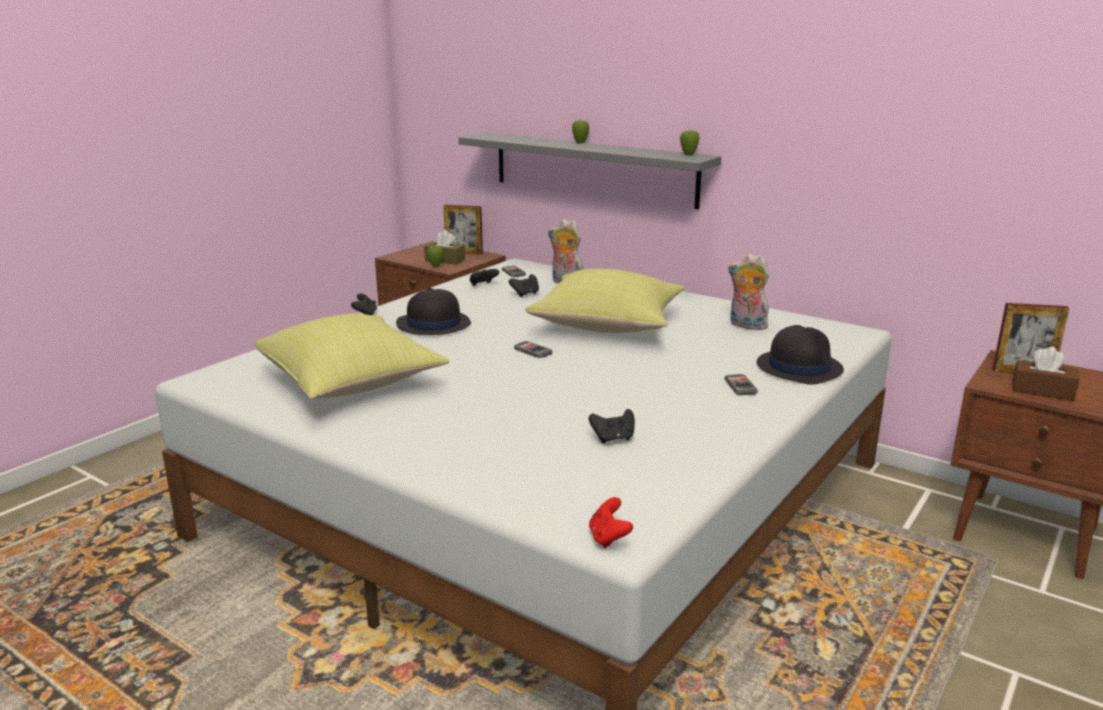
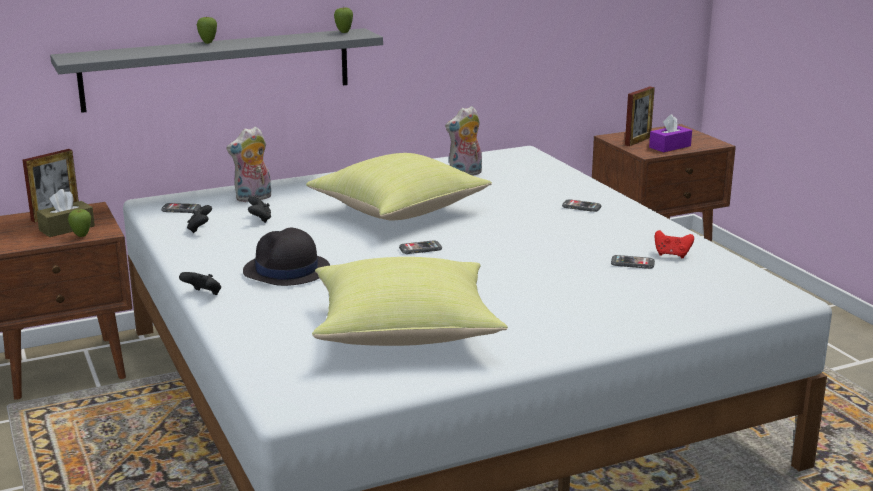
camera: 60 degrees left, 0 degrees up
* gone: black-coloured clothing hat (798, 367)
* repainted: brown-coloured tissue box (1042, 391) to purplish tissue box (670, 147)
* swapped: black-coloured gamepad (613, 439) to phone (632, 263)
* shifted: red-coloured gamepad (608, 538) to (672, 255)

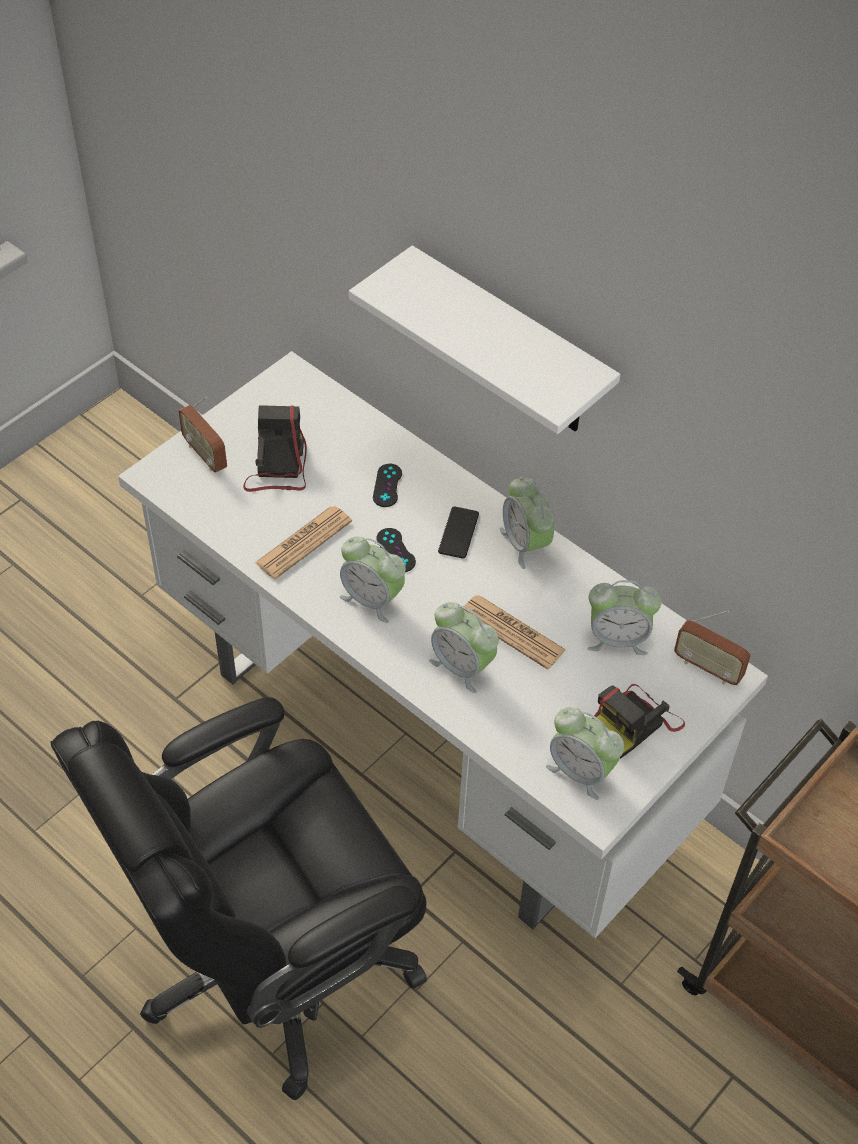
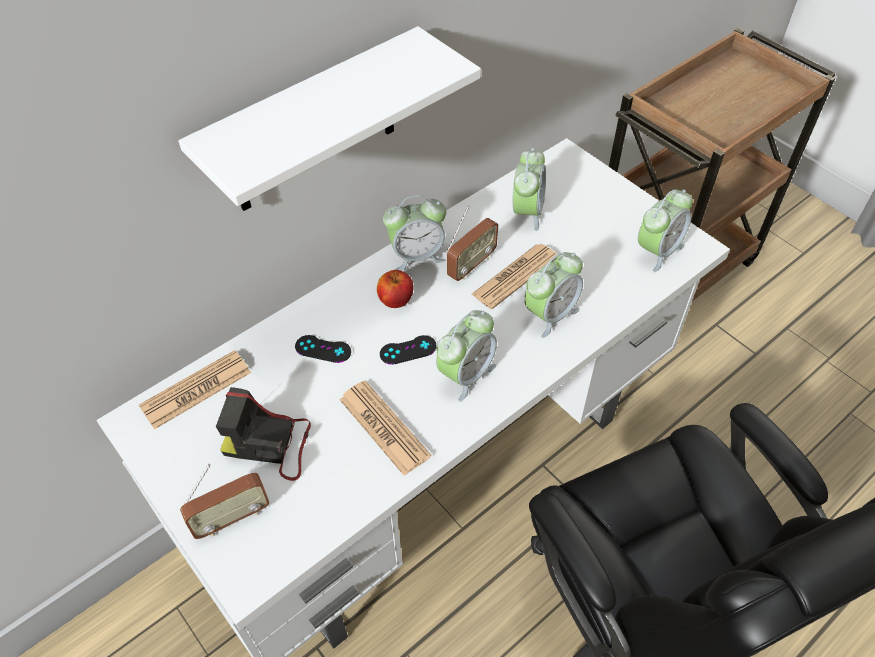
camera: 80 degrees left, 0 degrees up
* swapped: phone (458, 533) to whole apple (395, 300)
* shifted: radio receiver (707, 668) to (471, 265)
* gone: still camera (634, 723)
* new: newspaper (196, 390)

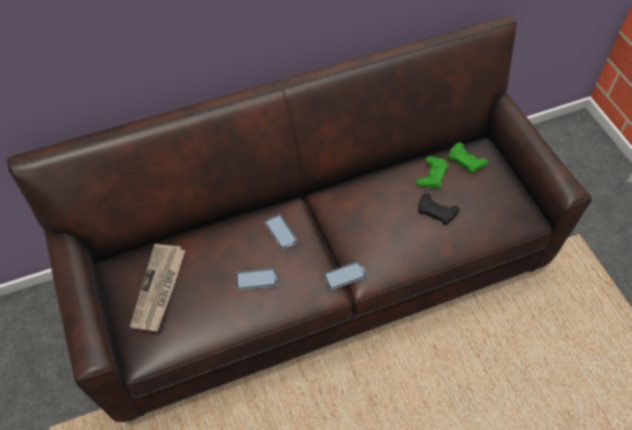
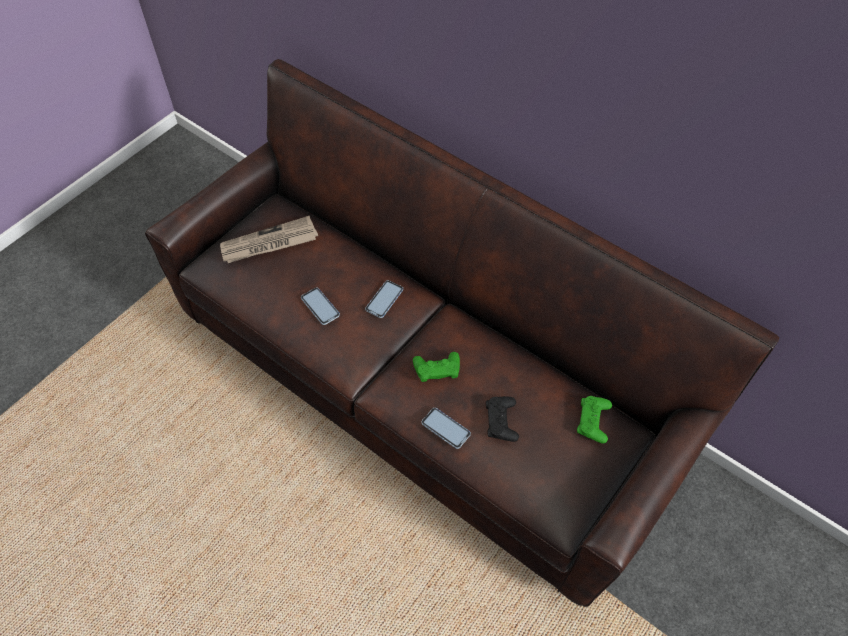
camera: 60 degrees right, 0 degrees up
* shifted: green-coloured gamepad (432, 176) to (437, 369)
* shifted: phone (344, 276) to (445, 428)

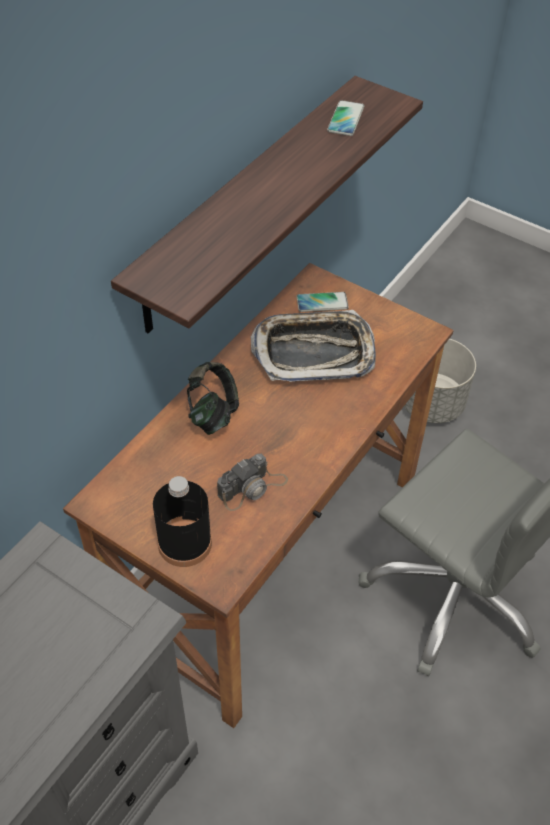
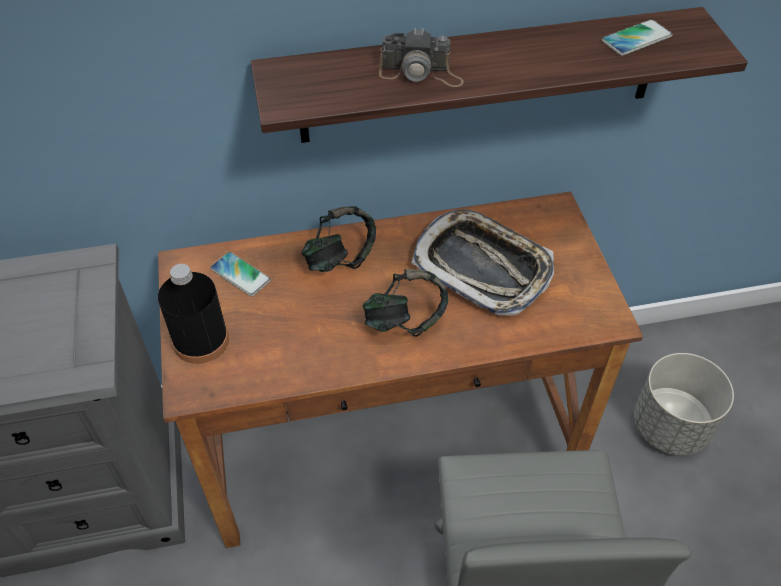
camera: 45 degrees right, 0 degrees up
* shifted: phone (322, 302) to (240, 274)
* shifted: still camera (252, 488) to (421, 73)
* new: headset (405, 321)

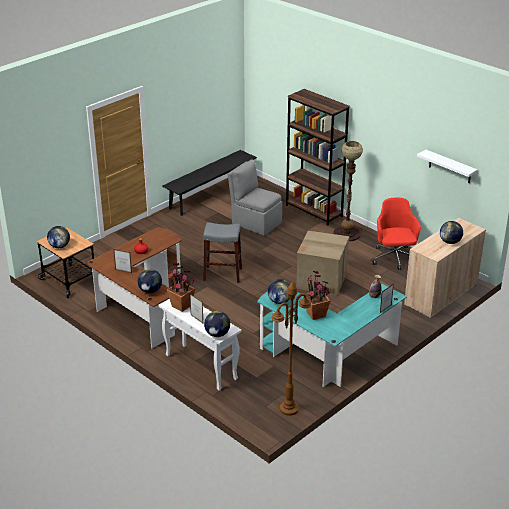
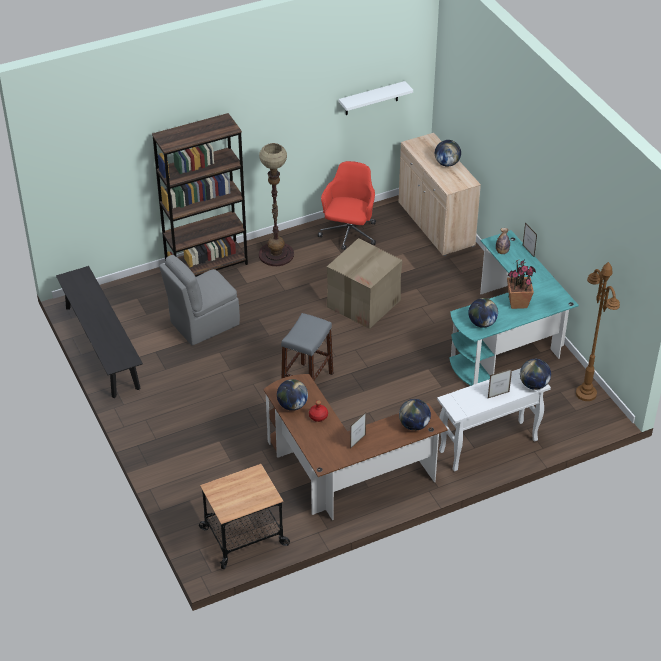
camera: 70 degrees left, 10 degrees up
* rotated: red-coloured desk chair (394, 258) = (349, 234) 90 degrees clockwise
* shifted: desk globe (59, 246) to (292, 405)
* gone: houseplant (182, 306)

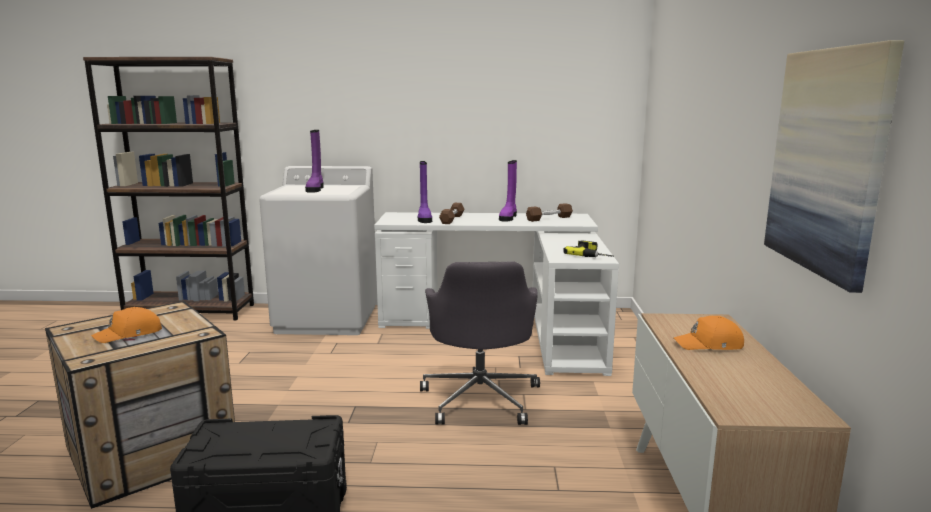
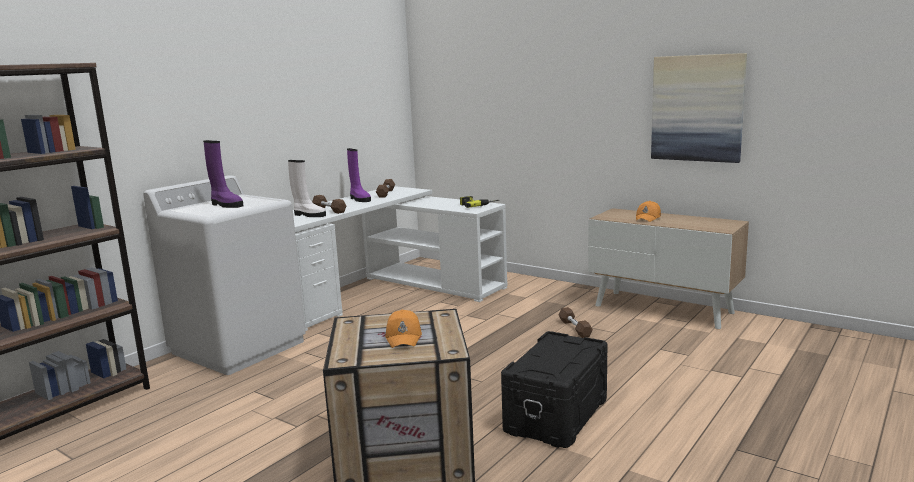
camera: 55 degrees left, 0 degrees up
* repainted: purplish boot (424, 219) to white boot (308, 215)
* gone: grey desk chair (481, 398)
* new: brown-coloured free weight (575, 328)

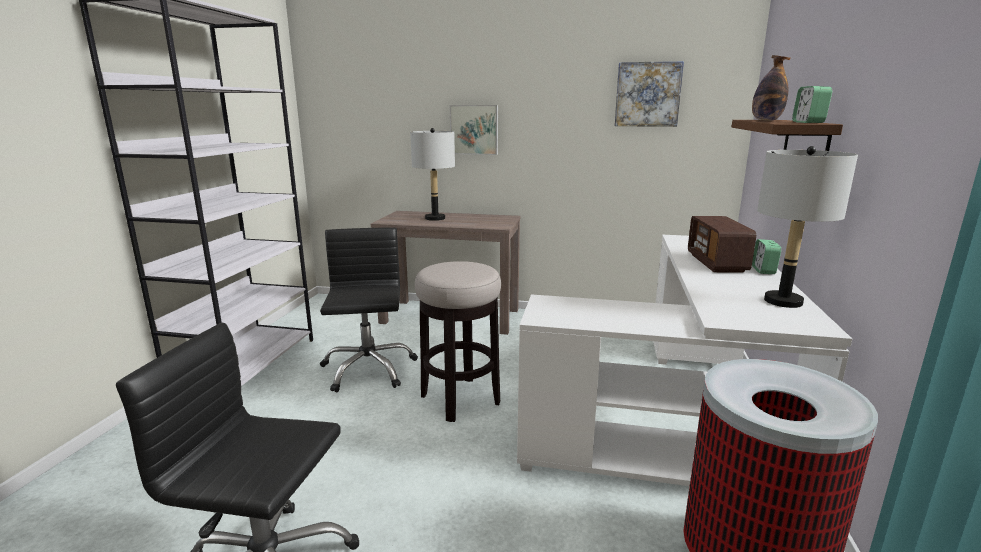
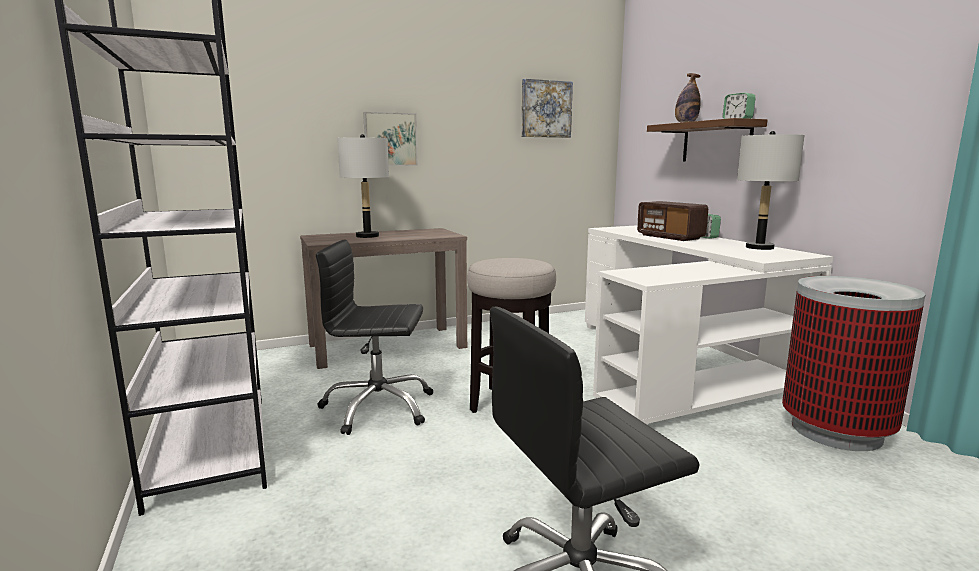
camera: 35 degrees left, 5 degrees down
* rotated: black-coloured desk chair (368, 369) = (378, 408) 45 degrees counterclockwise

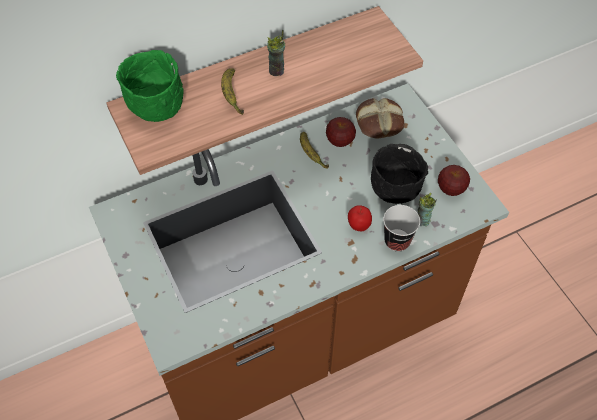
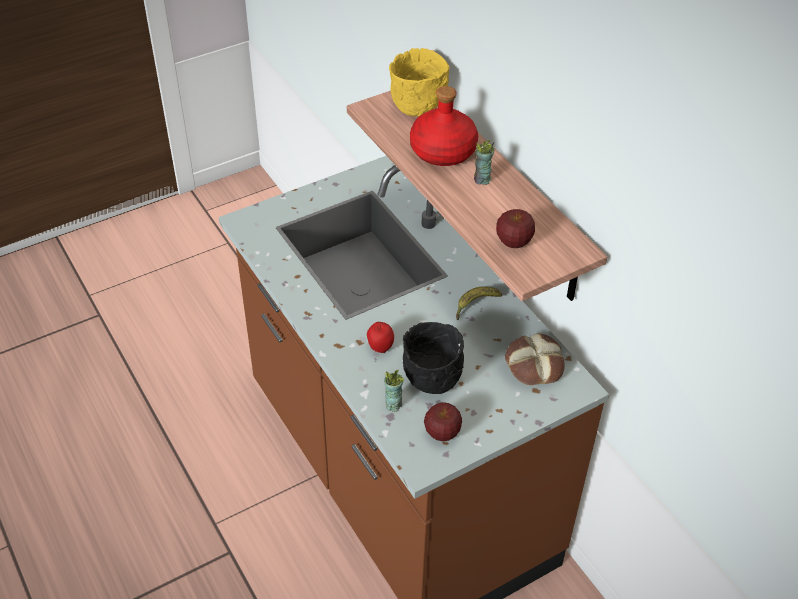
camera: 85 degrees right, 10 degrees down
* repainted: green-coloured serving bowl (157, 108) to yellow-coloured serving bowl (419, 108)
* swapped: banana fruit (232, 95) to red-coloured drink bottle (442, 152)
* shifted: whole apple (340, 141) to (514, 242)
* gone: drinking cup (397, 241)

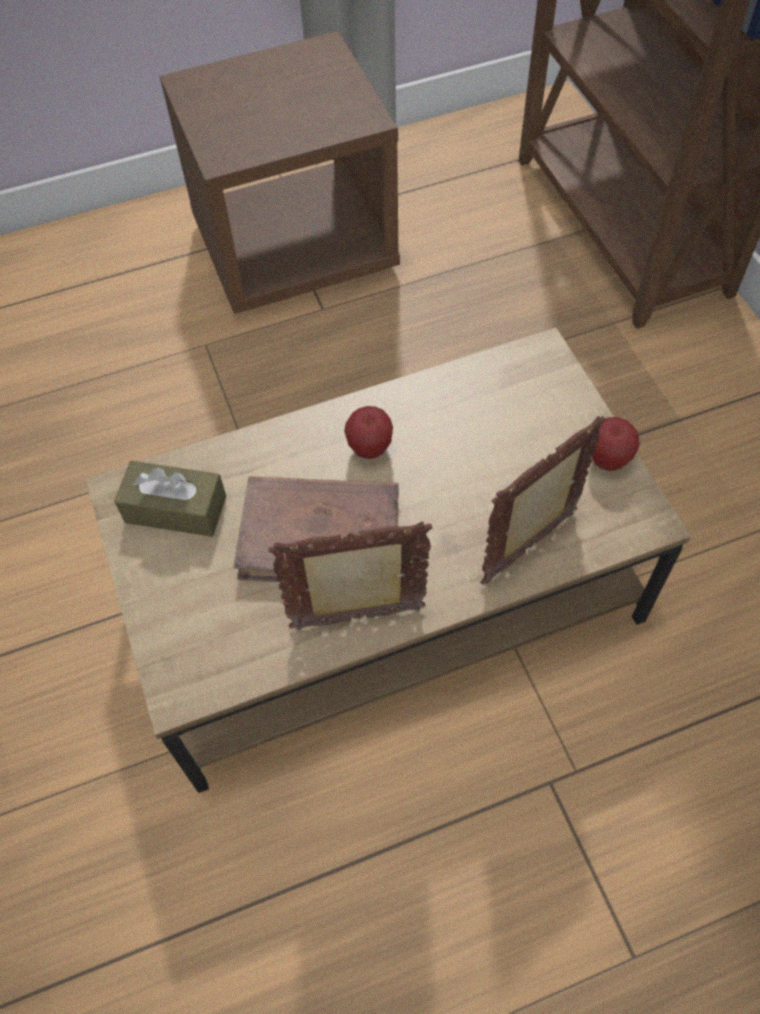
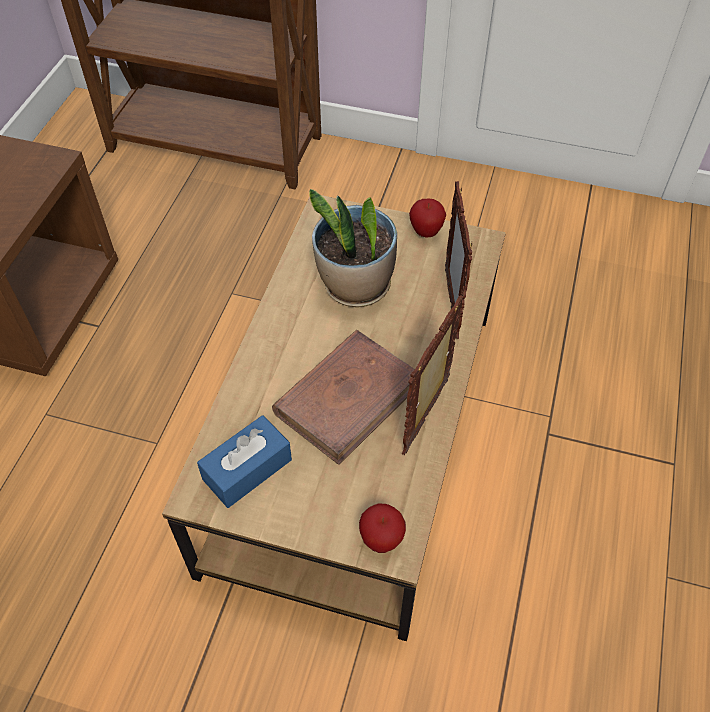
camera: 55 degrees left, 5 degrees down
* shifted: whole apple (370, 449) to (381, 540)
* repainted: brown-coloured tissue box (175, 509) to bluish tissue box (247, 469)
* new: houseplant (355, 286)

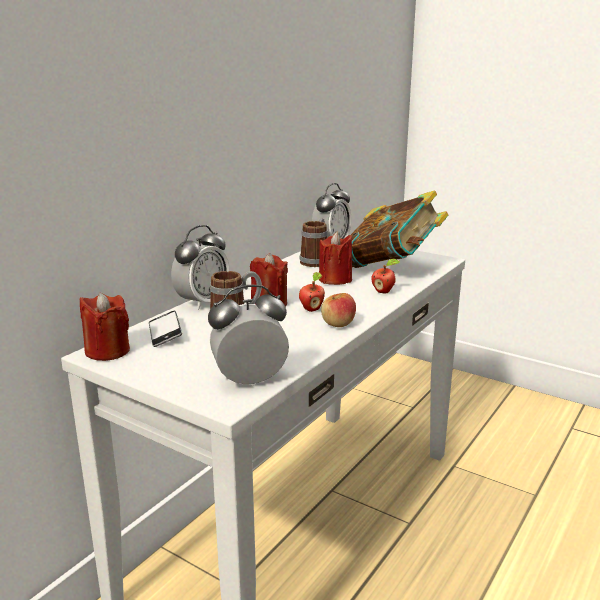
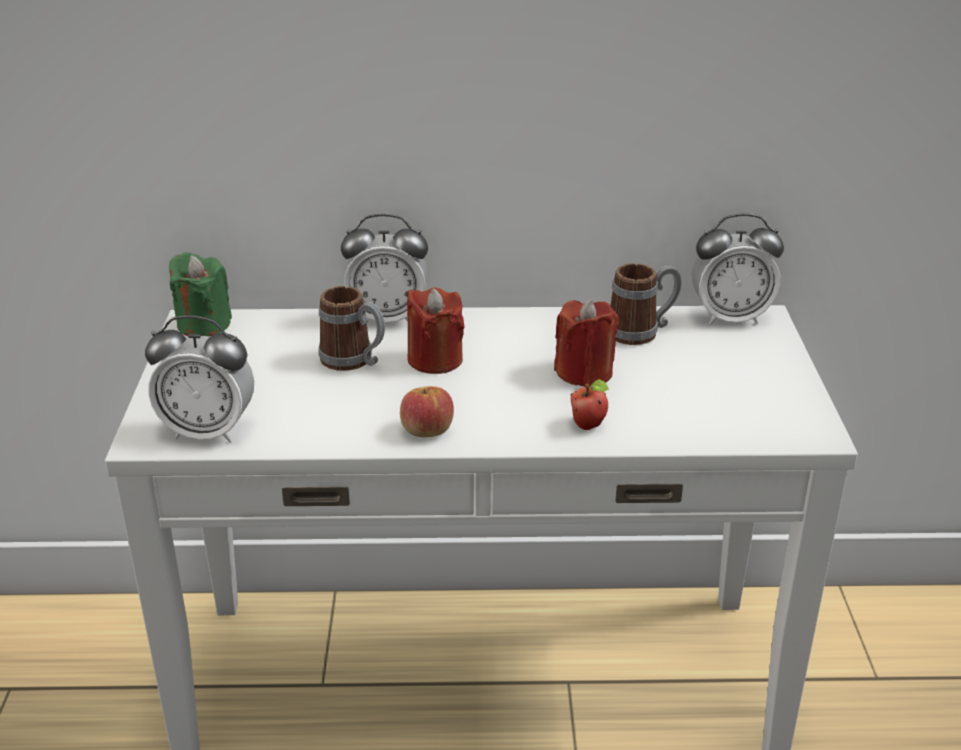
camera: 55 degrees right, 10 degrees up
* gone: book (391, 268)
* gone: whole apple (311, 309)
* rotated: bedside clock (250, 380) = (208, 431) 150 degrees clockwise
* repainted: red-coloured wax light (107, 351) to green-coloured wax light (203, 324)
* gone: phone (165, 333)

